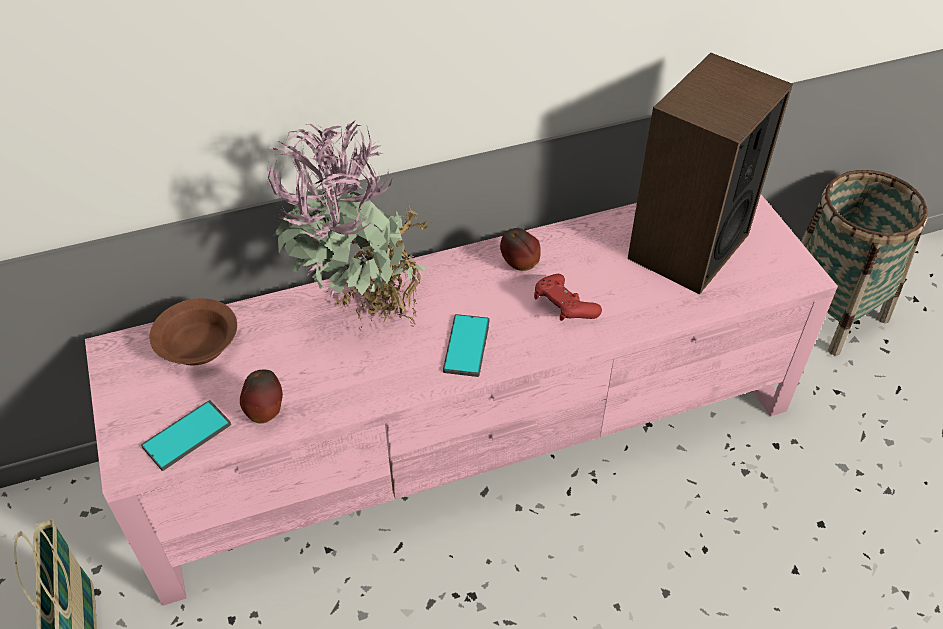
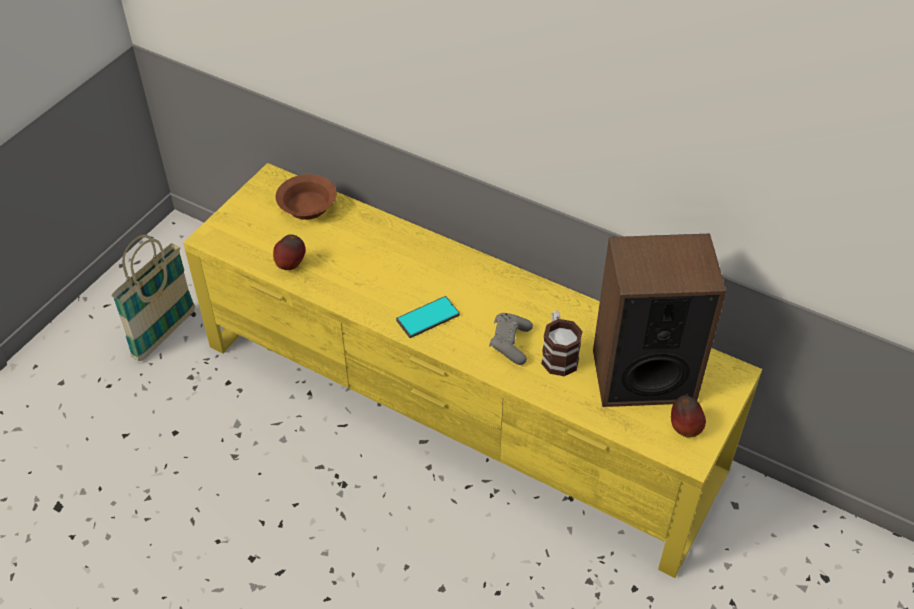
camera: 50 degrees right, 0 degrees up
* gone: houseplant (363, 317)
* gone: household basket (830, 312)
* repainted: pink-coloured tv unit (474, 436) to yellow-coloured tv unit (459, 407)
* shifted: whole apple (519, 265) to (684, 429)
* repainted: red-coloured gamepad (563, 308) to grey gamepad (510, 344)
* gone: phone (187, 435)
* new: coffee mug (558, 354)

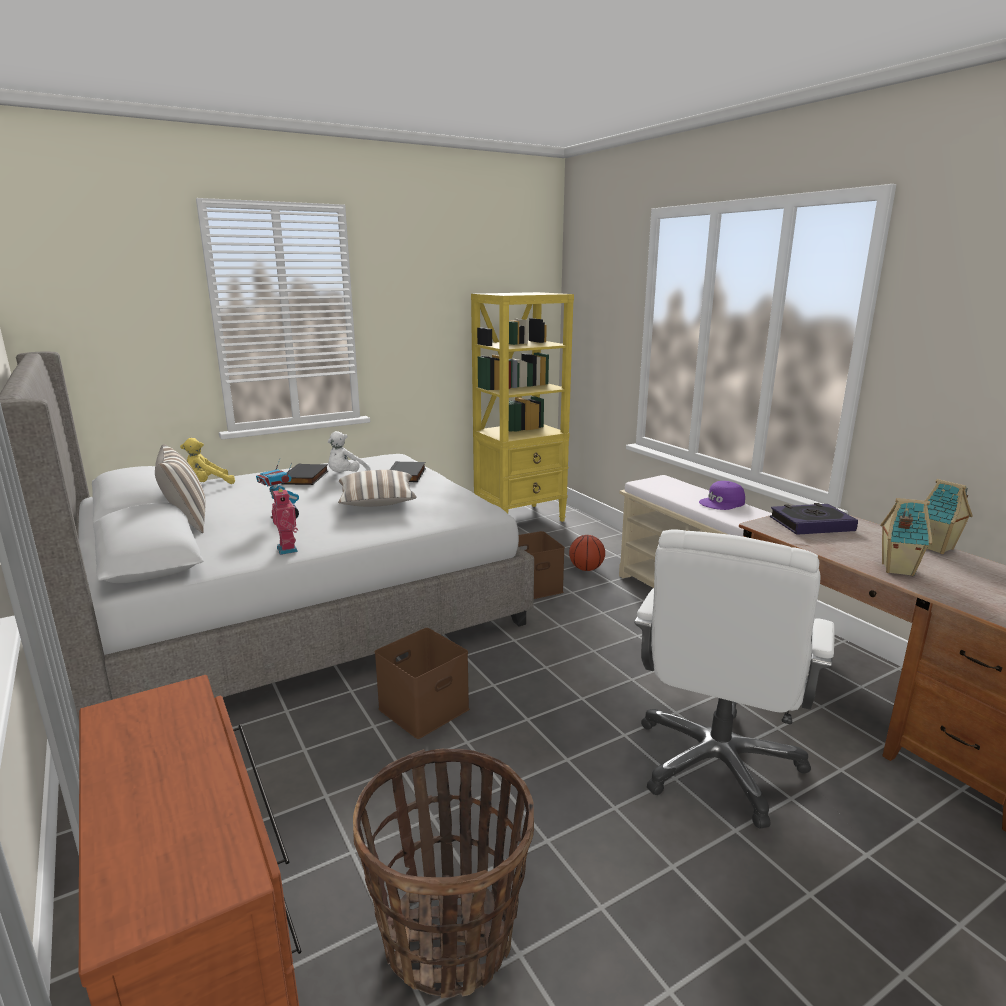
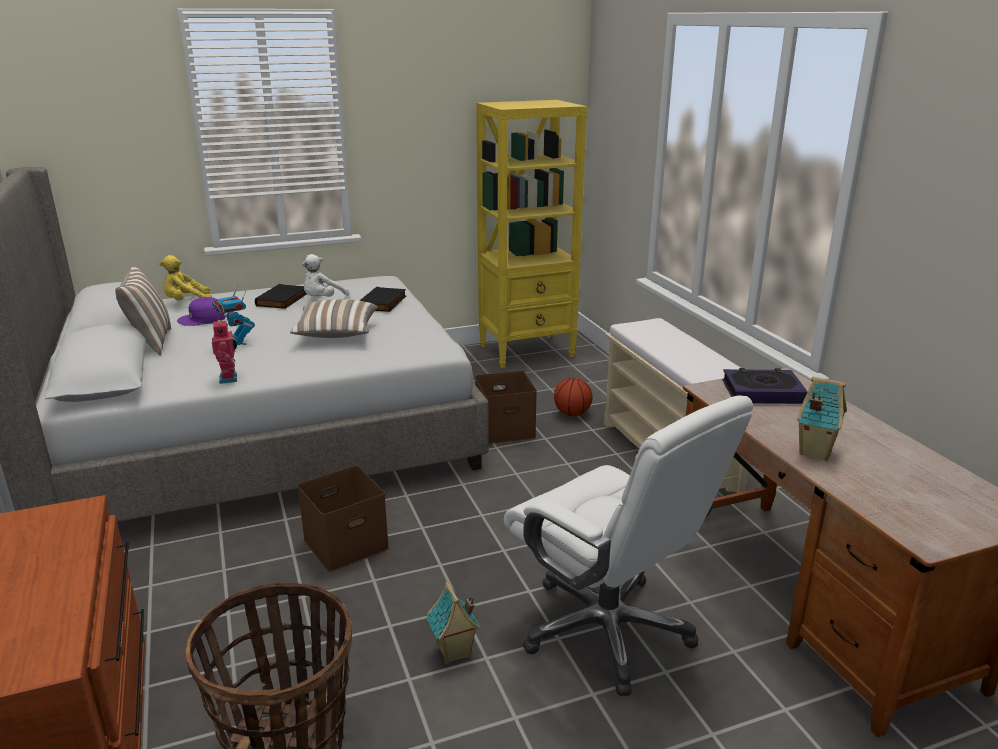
camera: 10 degrees right, 5 degrees up
* shifted: miniature house (937, 548) to (453, 653)
* shifted: purplish baseball cap (722, 503) to (202, 319)
* rotated: white desk chair (717, 764) = (608, 630) 75 degrees counterclockwise

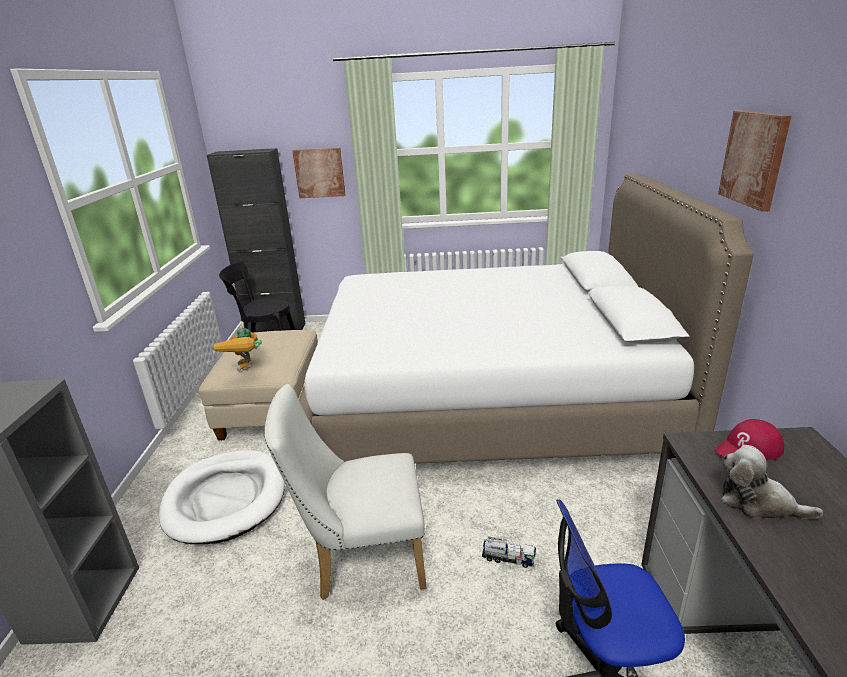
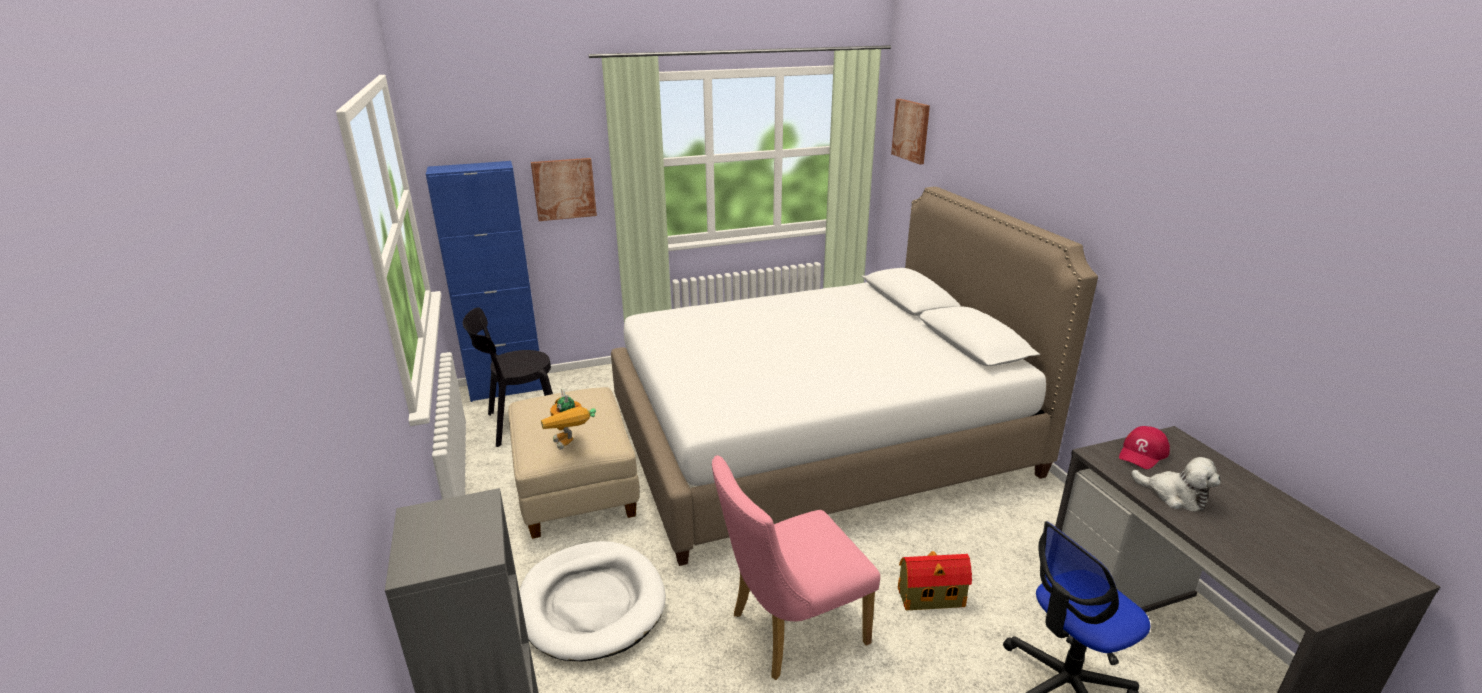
camera: 20 degrees left, 0 degrees up
* shifted: picture (754, 158) to (911, 130)
* repainted: black-coloured cabinet (276, 329) to bluish cabinet (507, 388)
* repainted: white chair (362, 559) to pink-coloured chair (789, 631)
* rotated: plush toy (758, 503) = (1174, 496) 150 degrees counterclockwise
* swapped: model truck (508, 559) to miniature house (929, 597)

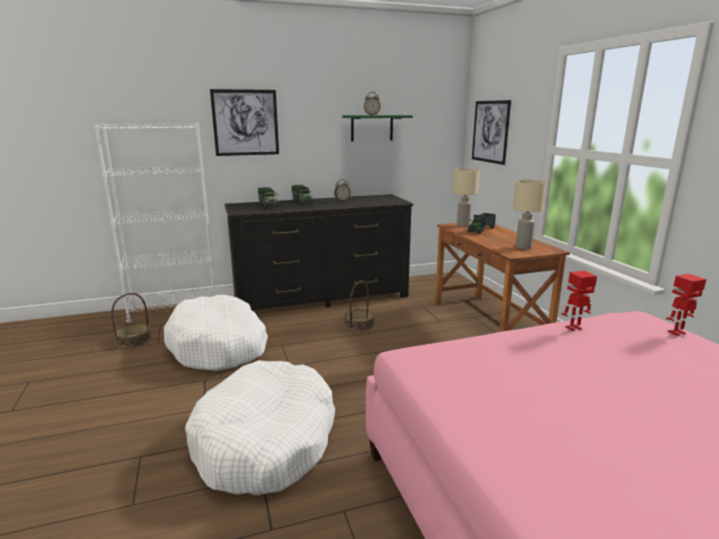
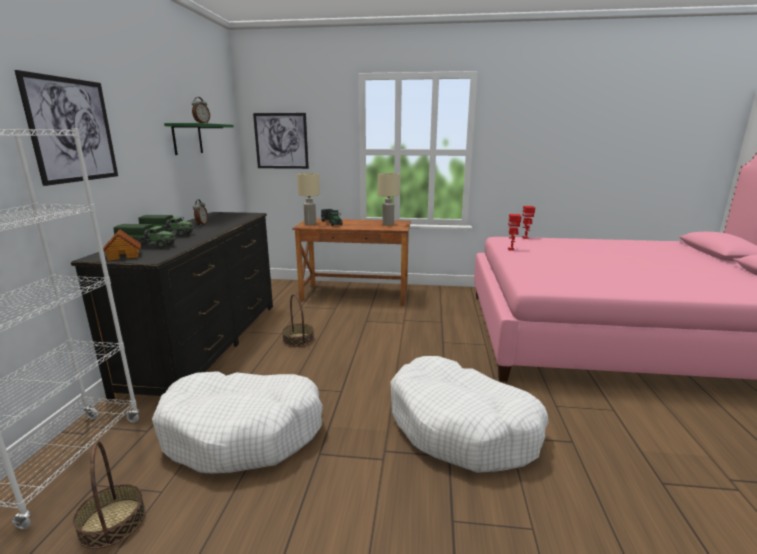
camera: 65 degrees left, 0 degrees up
* new: miniature house (124, 256)

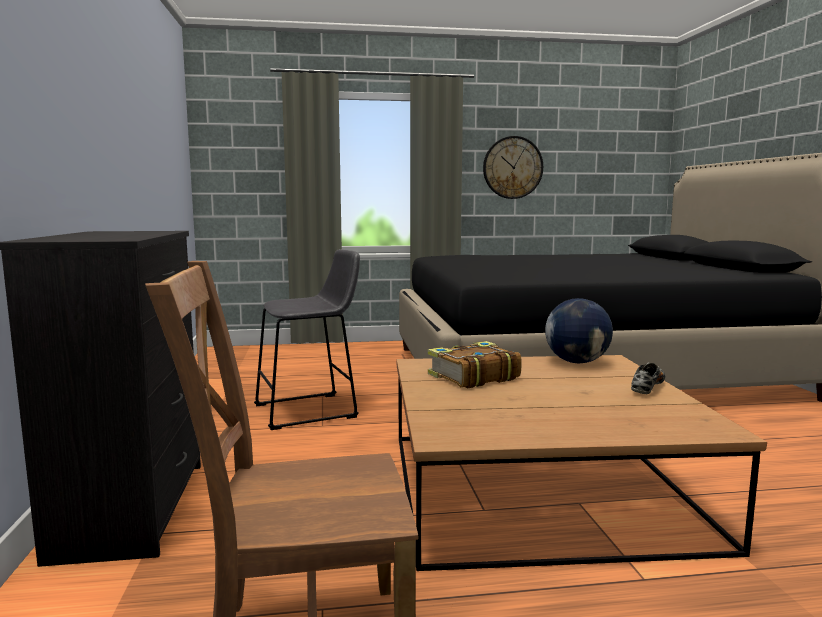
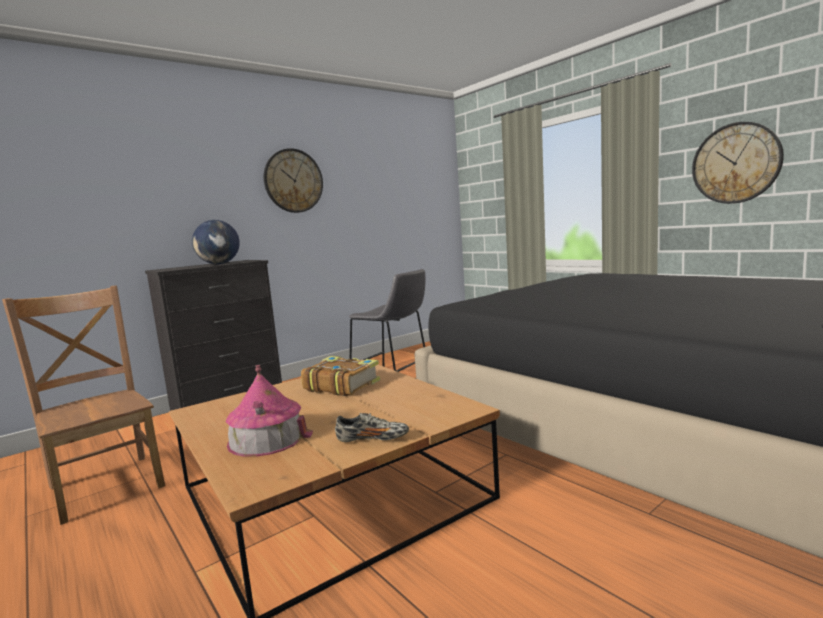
camera: 60 degrees right, 0 degrees up
* shifted: desk globe (577, 362) to (219, 264)
* new: clock on the wall (293, 181)
* new: miniature house (267, 438)

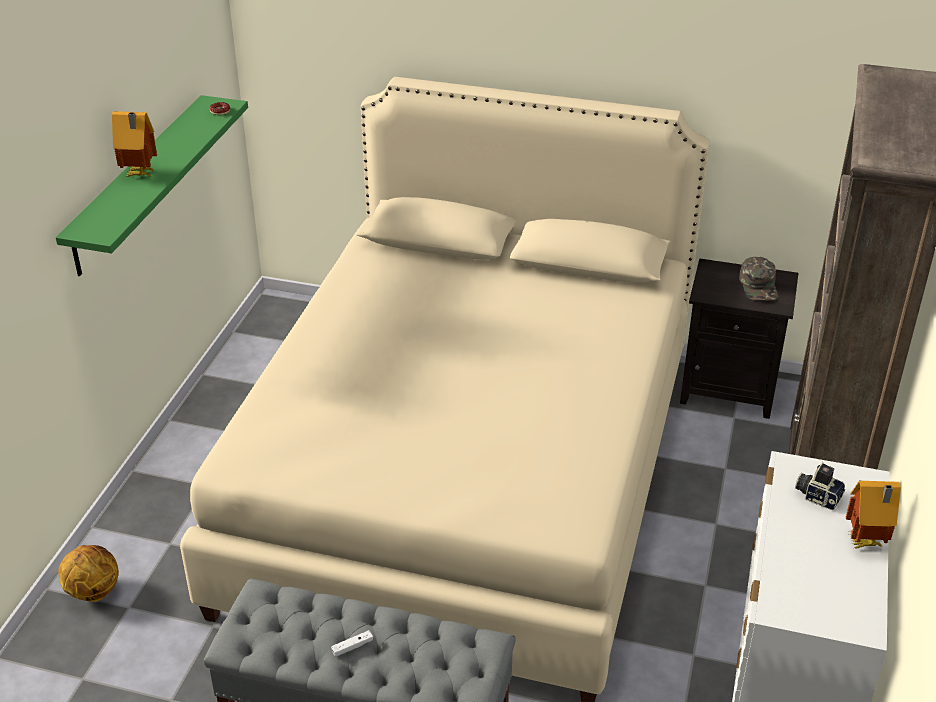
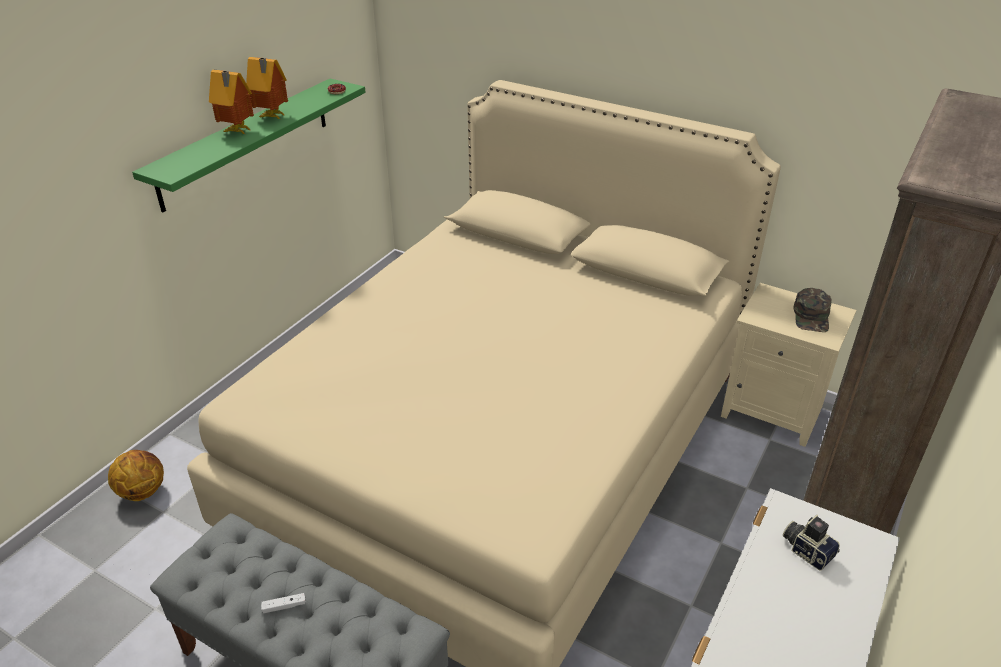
camera: 15 degrees right, 0 degrees up
* repainted: black-coloured night table (730, 389) to sand-coloured night table (773, 411)
* shifted: miniature house (865, 543) to (271, 117)

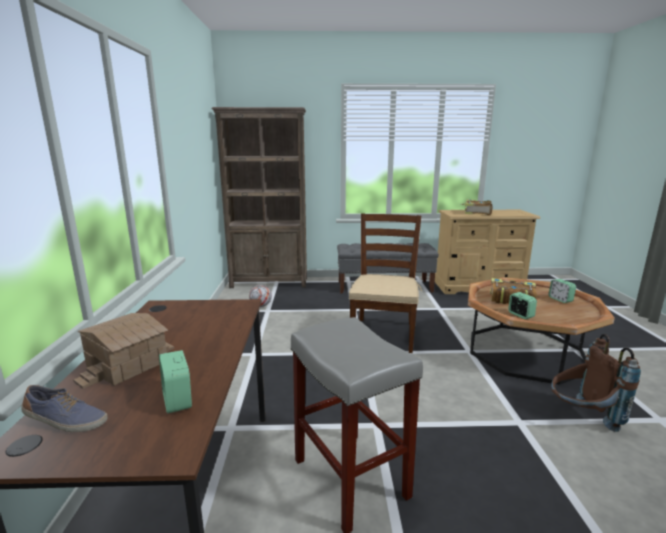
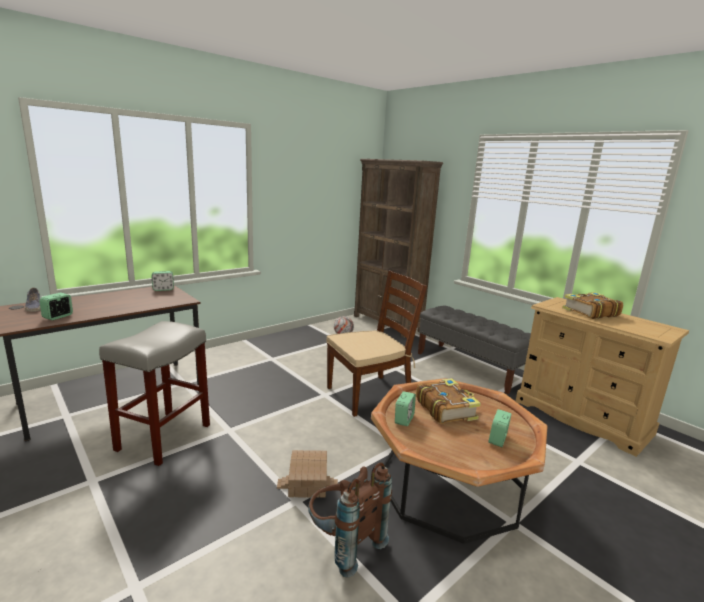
camera: 50 degrees right, 0 degrees up
* shifted: miniature house (127, 363) to (307, 484)
* new: bedside clock (163, 289)

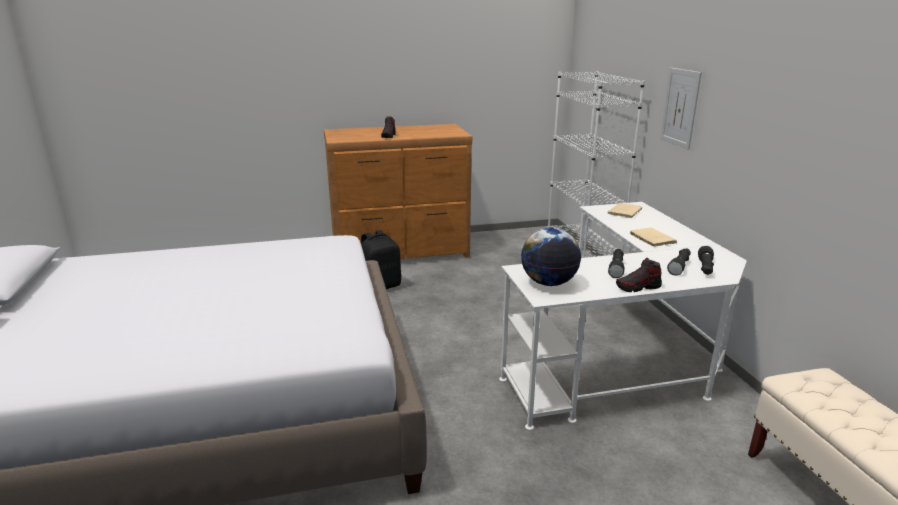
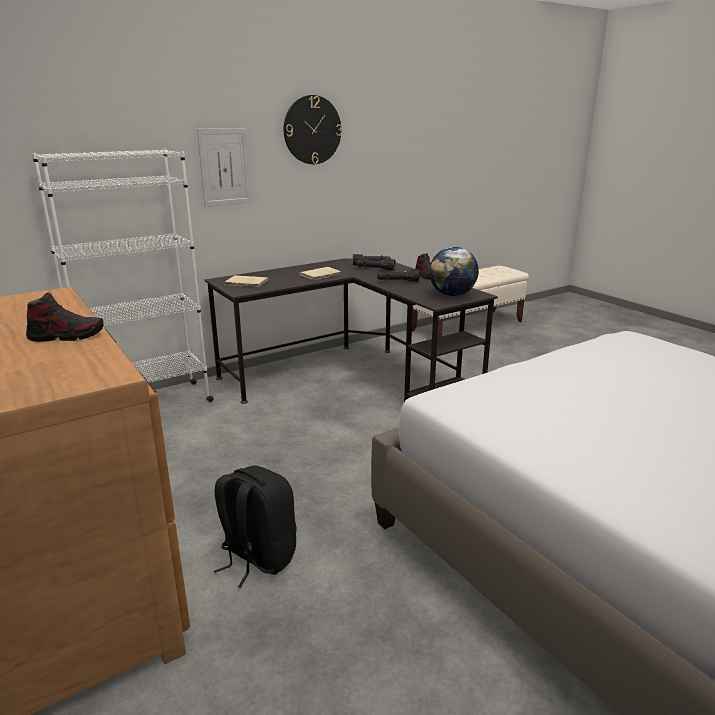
camera: 110 degrees left, 0 degrees up
* repainted: white desk unit (621, 356) to black-coloured desk unit (351, 377)
* new: clock on the wall (312, 130)

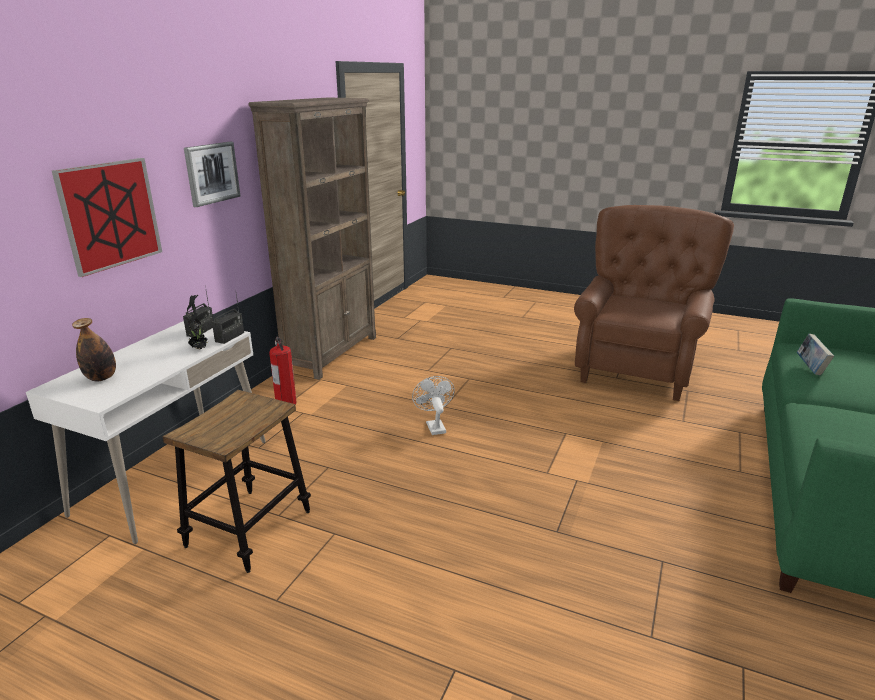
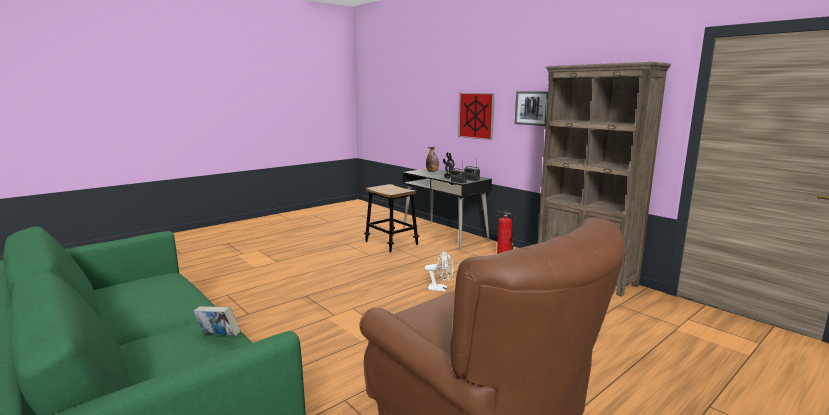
camera: 115 degrees right, 10 degrees down
* repainted: white desk unit (174, 476) to black-coloured desk unit (444, 235)

